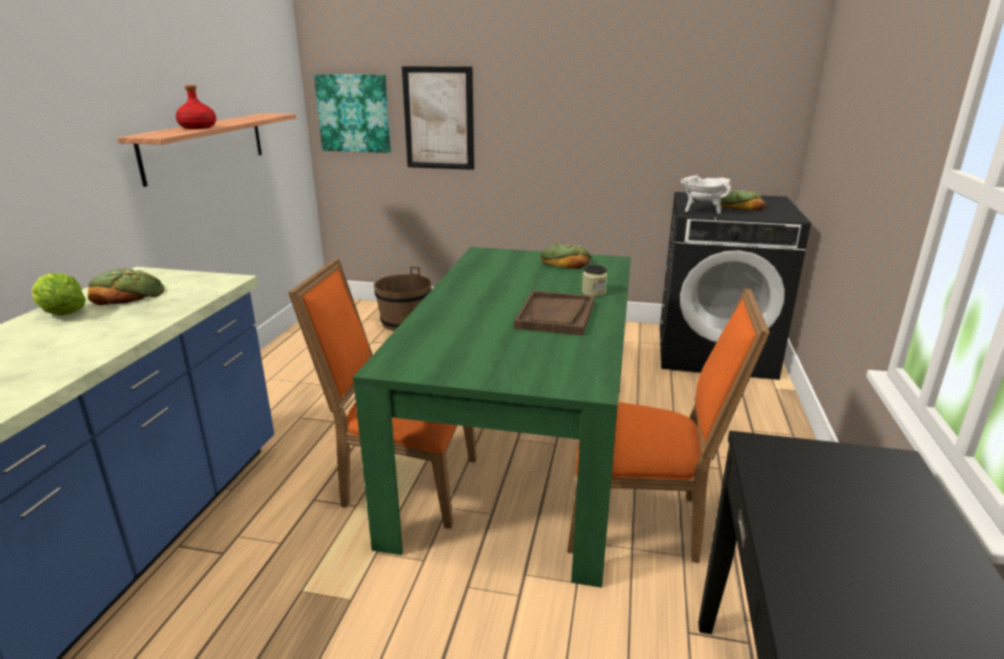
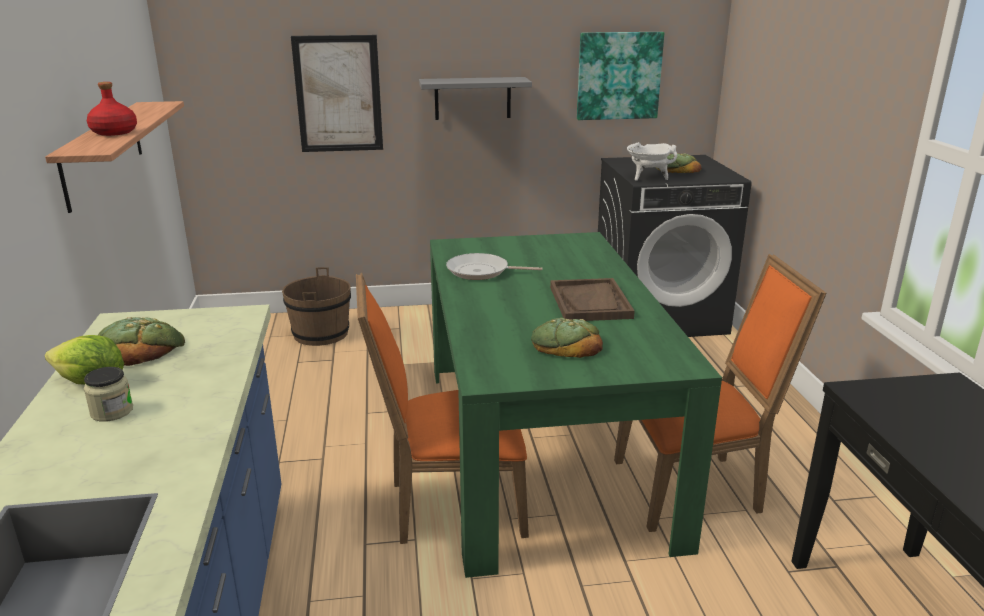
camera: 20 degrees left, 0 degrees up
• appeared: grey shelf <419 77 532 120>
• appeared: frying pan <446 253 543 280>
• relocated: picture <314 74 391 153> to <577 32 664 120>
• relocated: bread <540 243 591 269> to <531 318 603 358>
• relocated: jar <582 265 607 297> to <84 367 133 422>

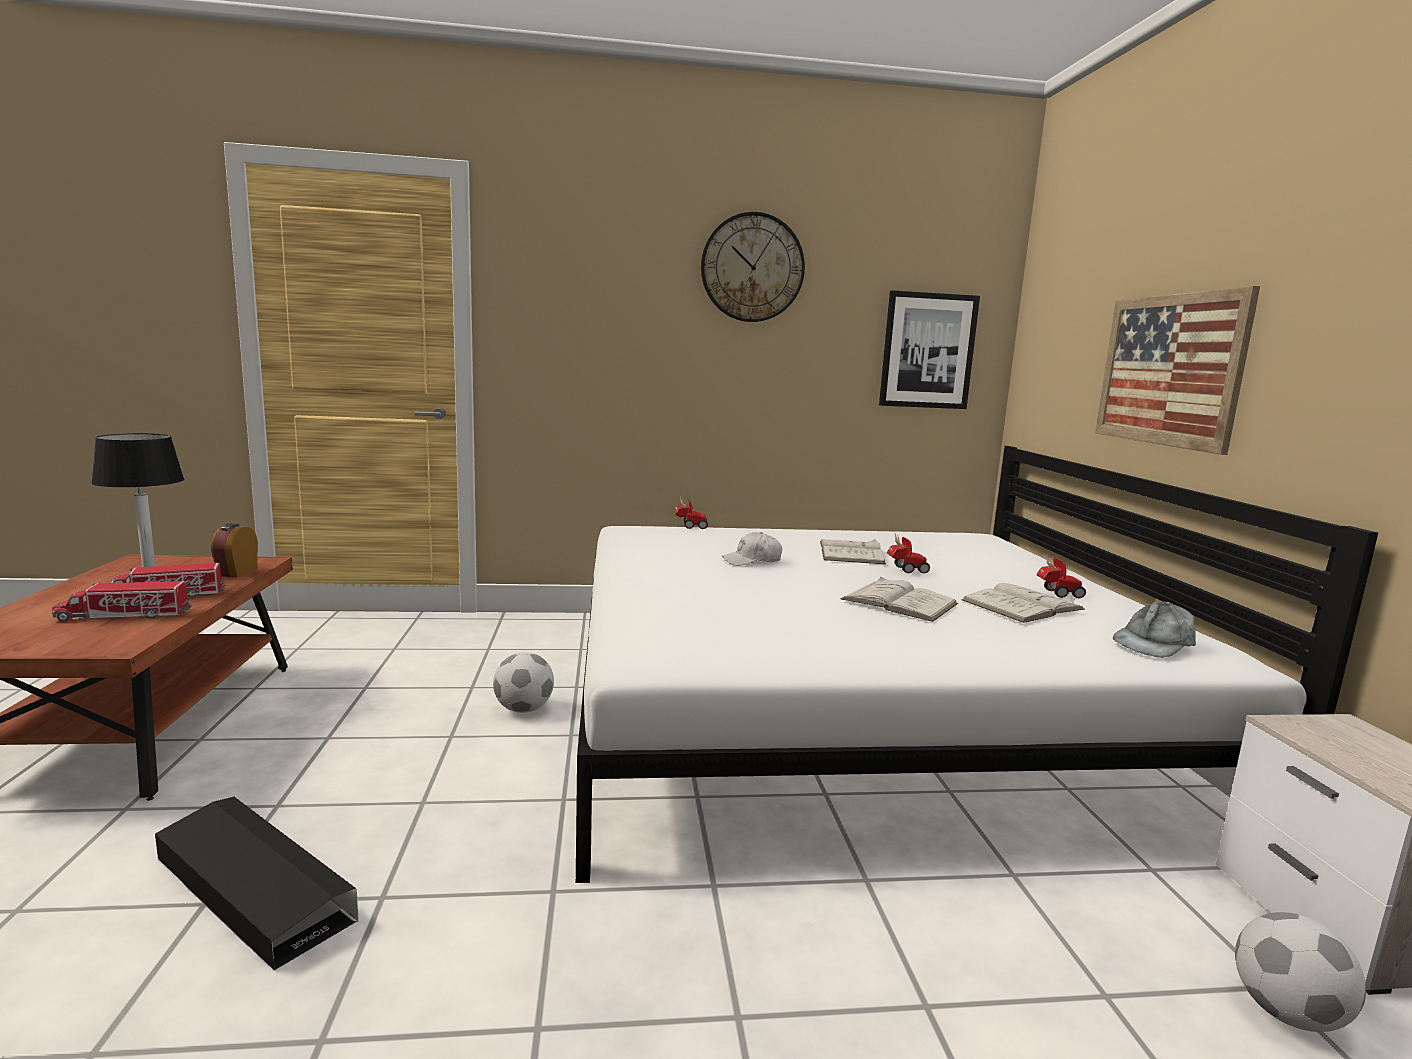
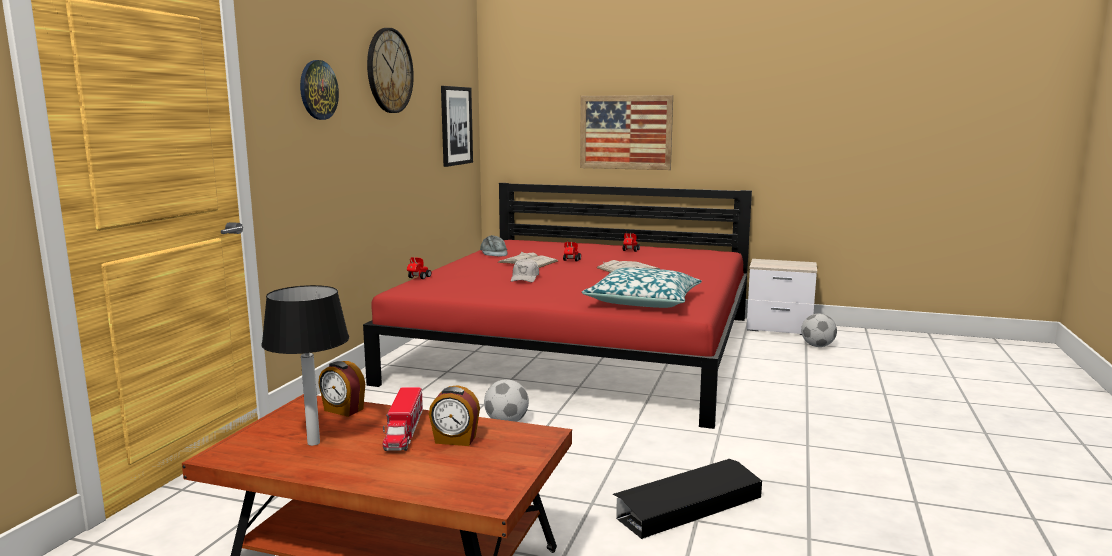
camera: 65 degrees left, 0 degrees up
• missing: white book <961 583 1085 623>
• appeared: wall clock <300 60 339 120>
• appeared: pillow <582 267 702 308>
• relocated: grey cap <1113 601 1196 658> to <480 235 508 256>
• exchanged: toy truck <52 581 192 622> to alarm clock <429 385 480 446>
• colour: white bed <576 446 1378 883> to red bed <363 183 752 429>

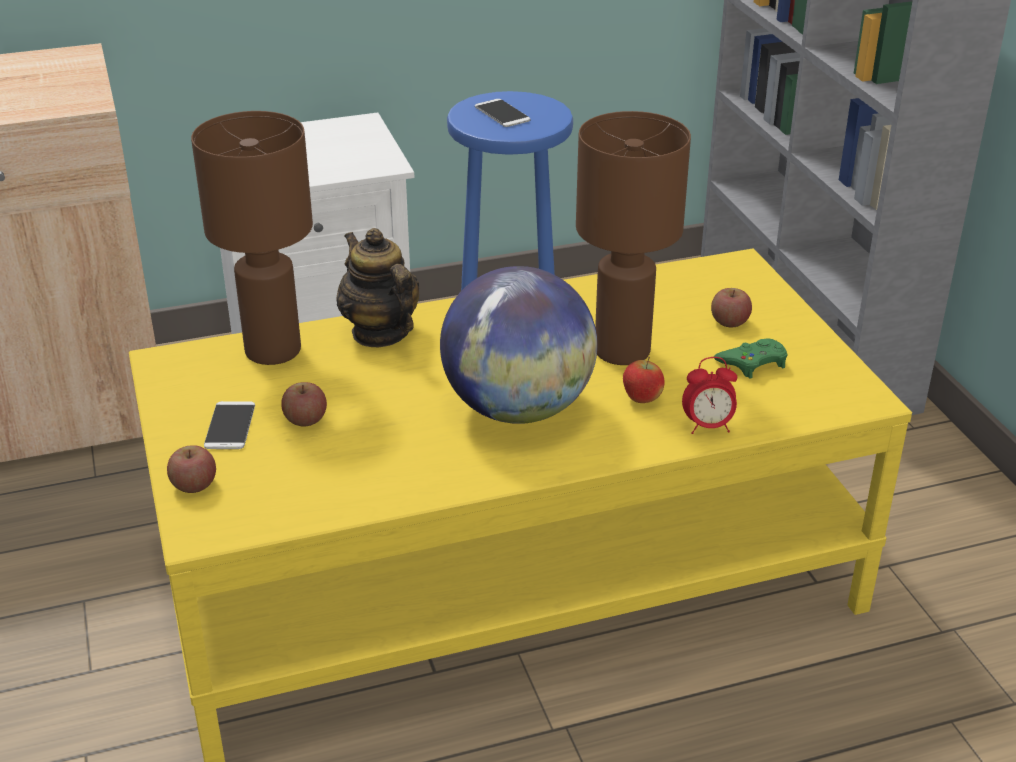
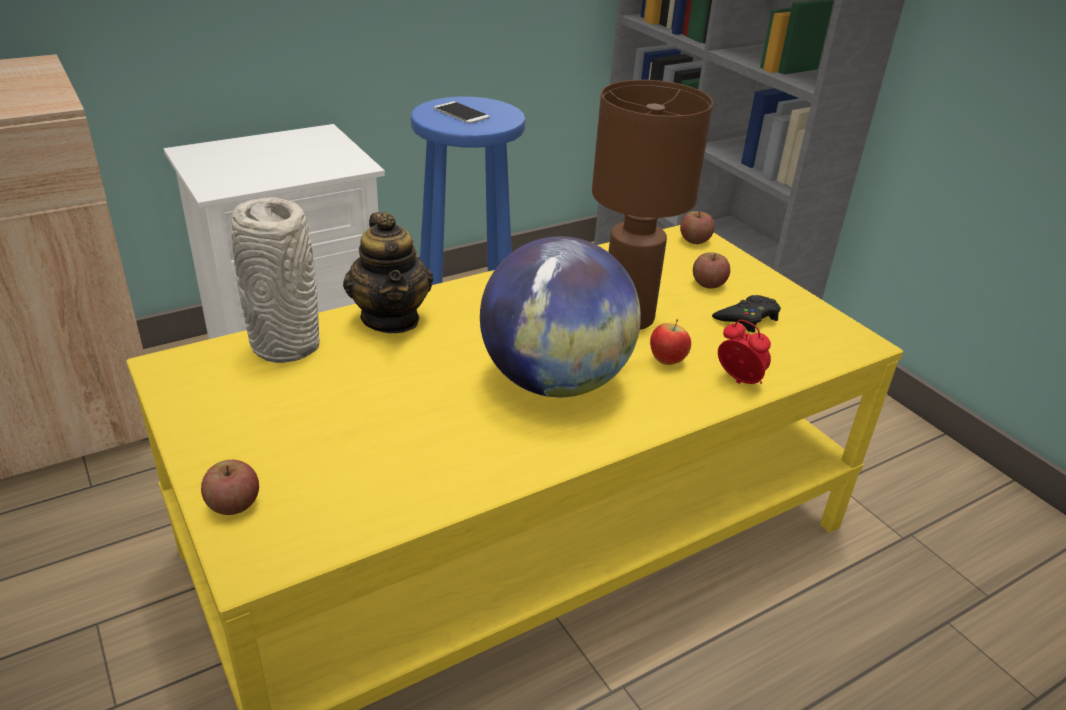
camera: 15 degrees left, 0 degrees up
• missing: phone <204 401 255 449>
• relocated: apple <281 382 327 426> to <680 211 715 244>
• exchanged: brown table lamp <191 111 313 365> to grey vase <231 197 320 363>
• colour: green game controller <714 338 788 379> to black game controller <712 295 781 333>
• spun: teapot <336 228 420 347> = <343 212 433 333> 150 degrees counterclockwise
• spun: alarm clock <682 357 737 434> = <718 320 771 384> 120 degrees counterclockwise

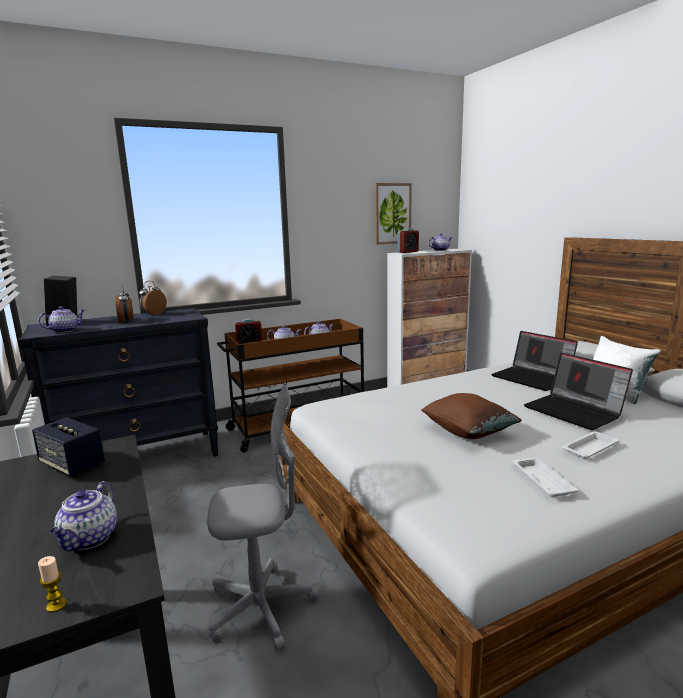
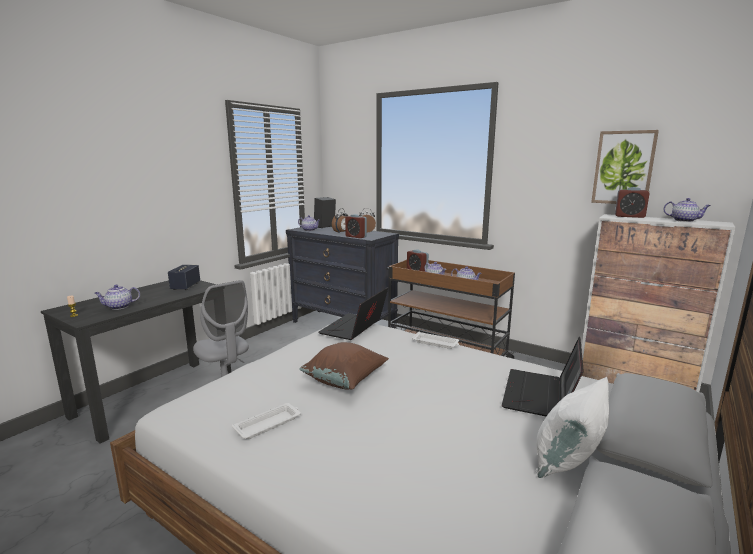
camera: 60 degrees right, 0 degrees up
• appeared: alarm clock <345 214 367 238>
• relocated: laptop <524 353 633 430> to <319 287 388 340>
• relocated: white tray <562 431 619 459> to <412 332 459 349>

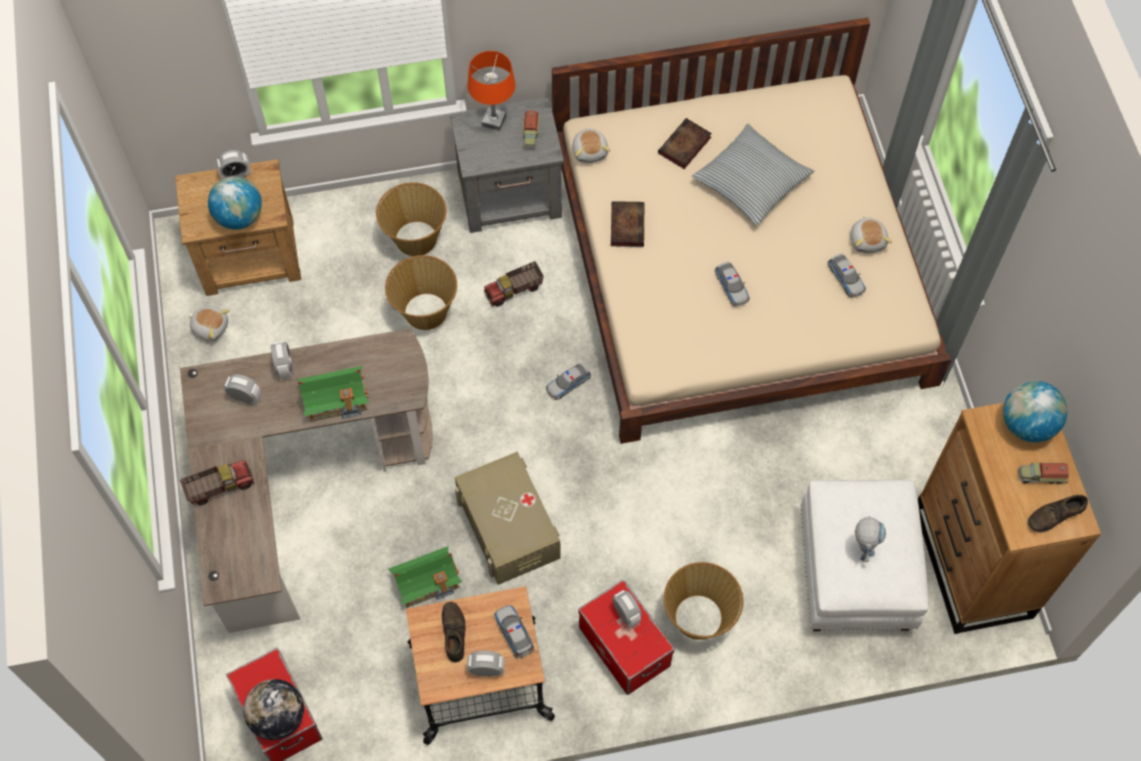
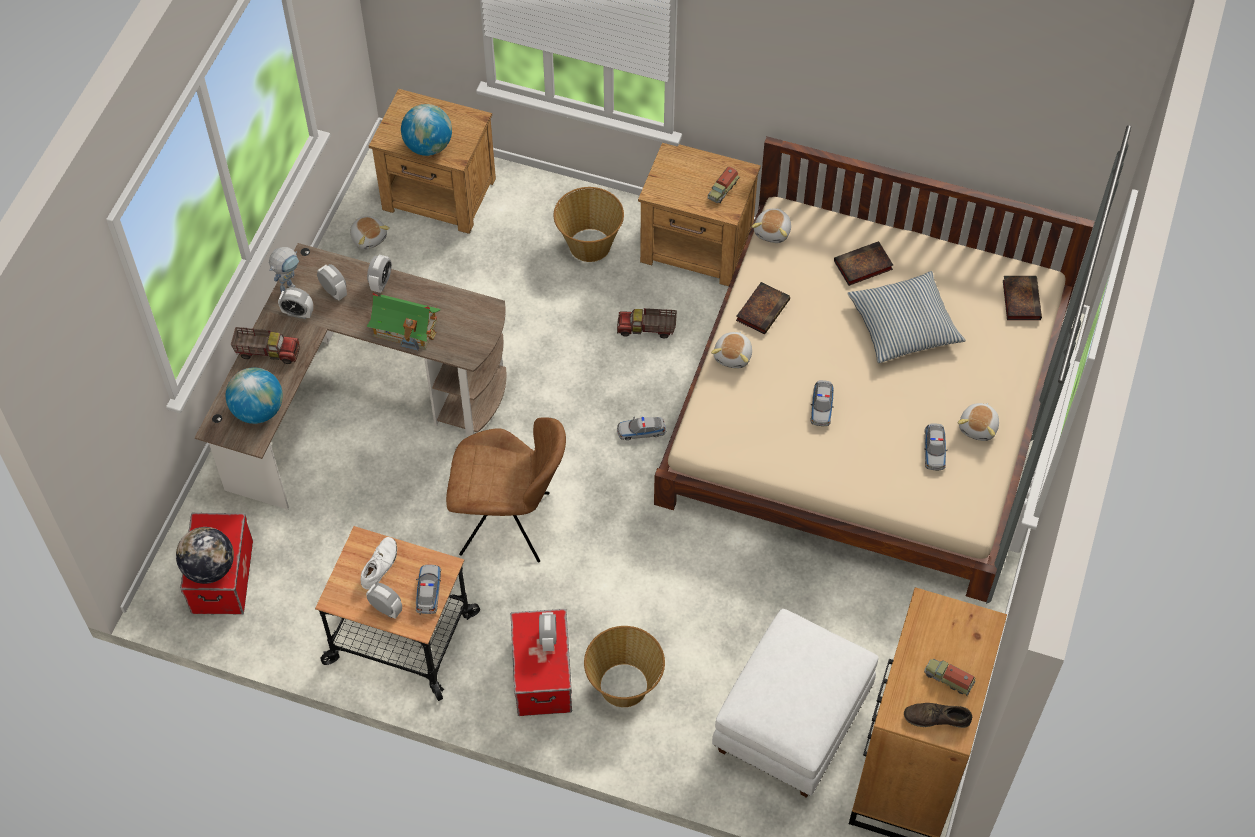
camera: 30 degrees right, 5 degrees down
• missing: basket <385 255 457 330>
• missing: toy house <388 546 462 608>
• missing: orange table lamp <468 51 516 131>
• appeared: plush toy <711 331 752 369>
• appeared: book <1003 276 1042 320>
• relocated: alarm clock <216 150 250 179> to <278 287 313 319>
• relocated: toy robot <855 516 886 562> to <269 247 299 292>
• relocated: globe <1003 381 1067 442> to <226 367 283 424>
• exchanged: beige storage box <455 451 561 585> to brown chair <446 417 566 562>
• colour: brown shoe <442 602 465 662> to white shoe <361 537 397 590>
• colour: grey nightstand <450 97 564 233> to brown nightstand <638 143 761 286>

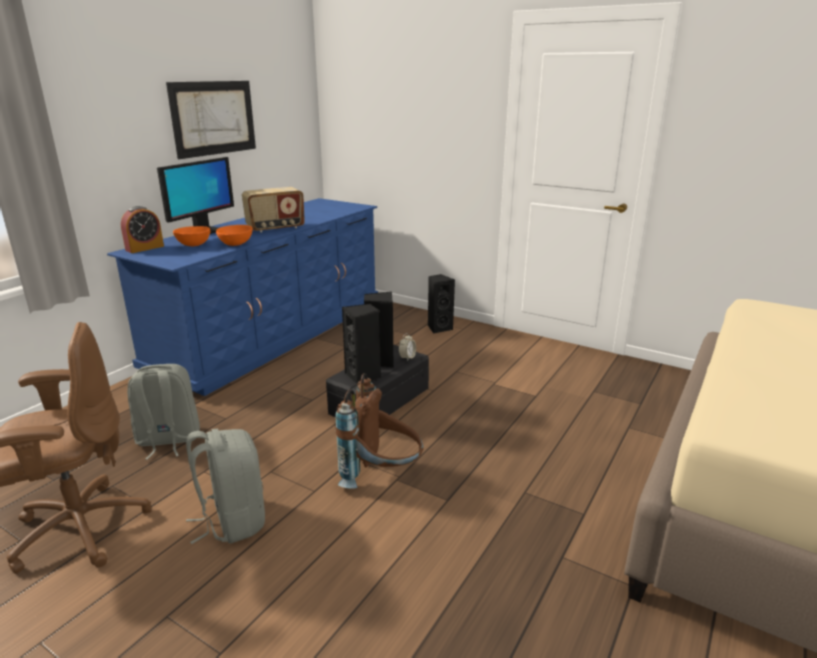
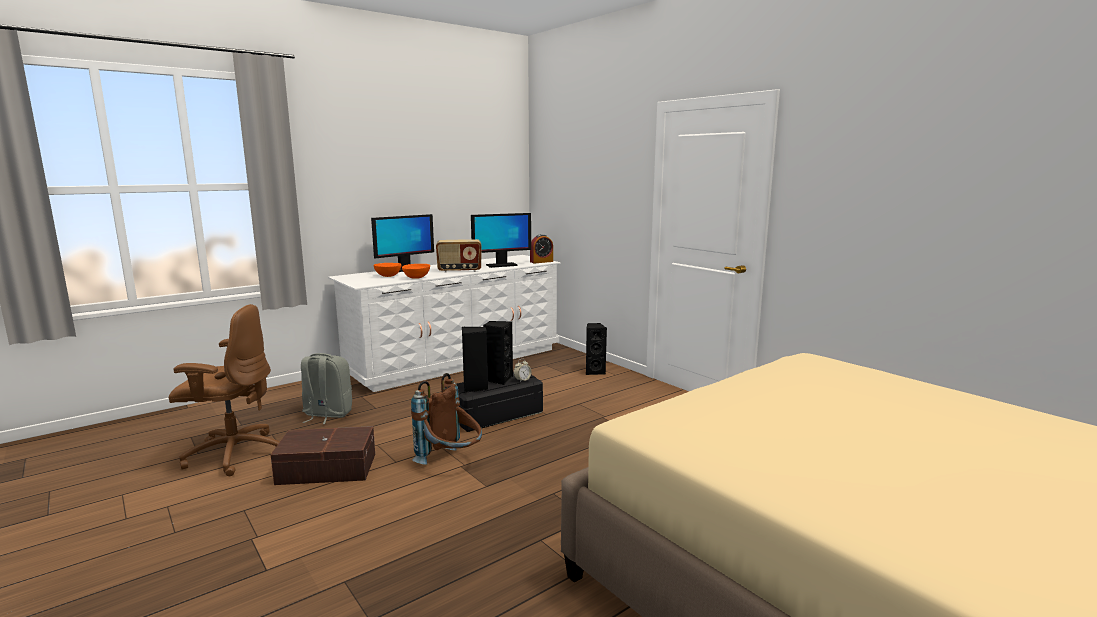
camera: 20 degrees right, 10 degrees down
• missing: picture <166 81 256 159>
• appeared: monitor <471 213 531 268>
• relocated: alarm clock <121 206 164 253> to <530 234 553 263>
• exchanged: grey backpack <186 429 265 544> to brown storage box <271 426 375 485>
• colour: blue dresser <107 198 378 396> to white dresser <328 255 561 392>

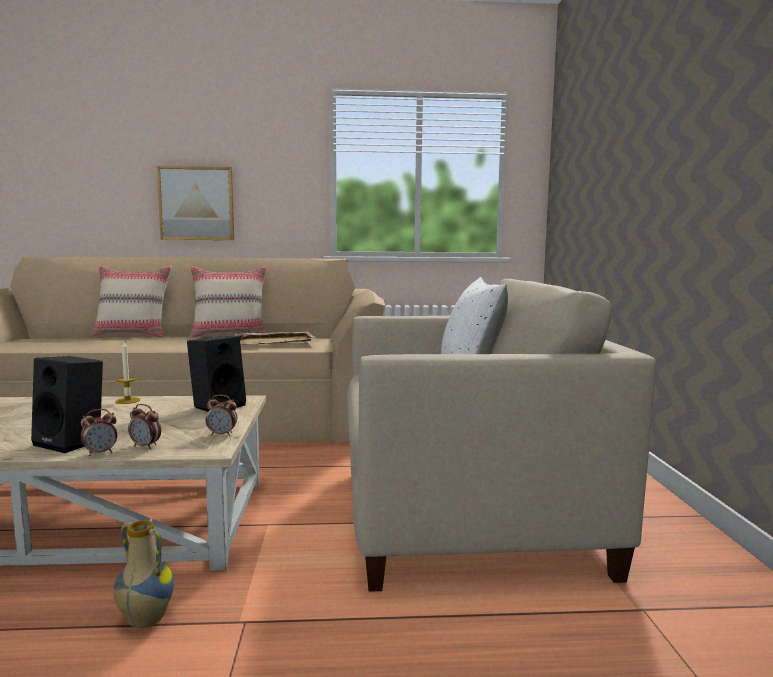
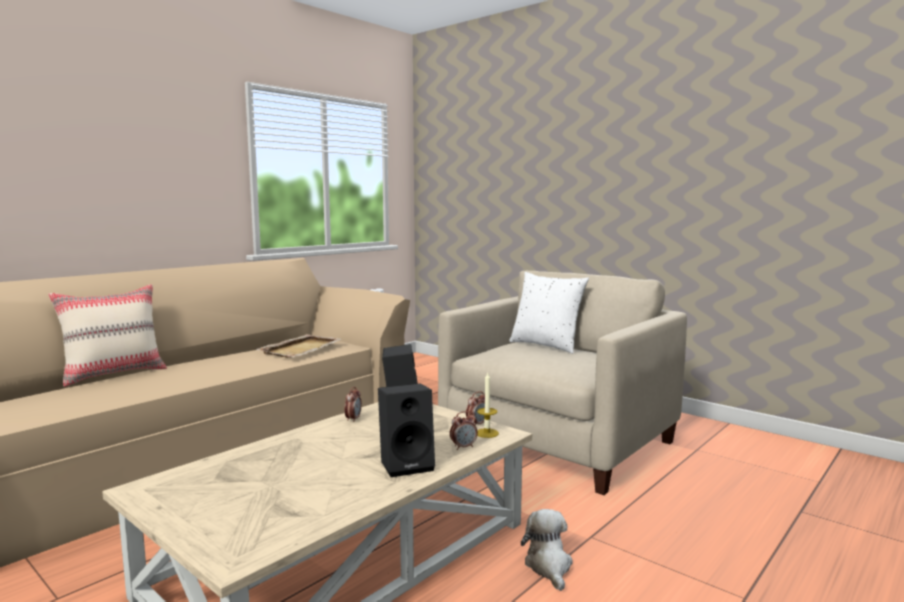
camera: 45 degrees left, 0 degrees up
• missing: picture <157 166 234 240>
• missing: beige pillow <190 266 266 337>
• relocated: alarm clock <81 409 117 456> to <345 386 362 422>
• relocated: candle <115 342 140 404> to <477 373 499 438>
• exchanged: vase <113 520 174 628> to plush toy <521 509 573 591>

